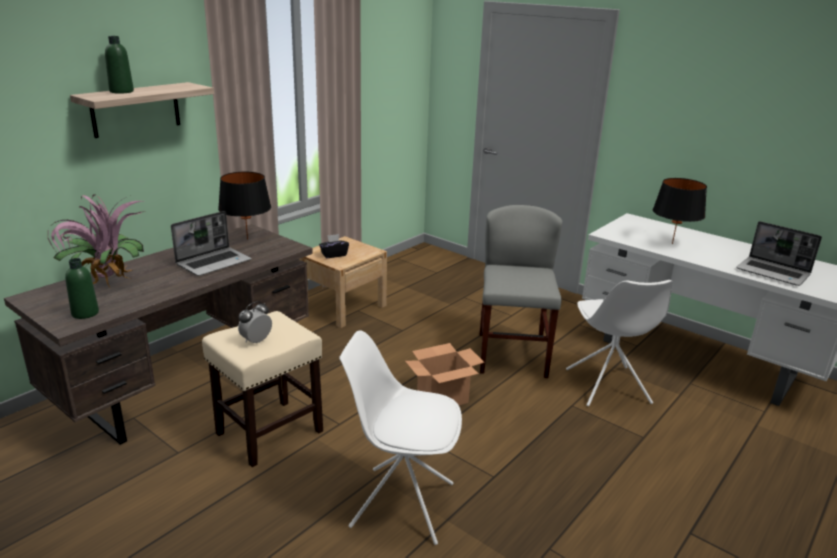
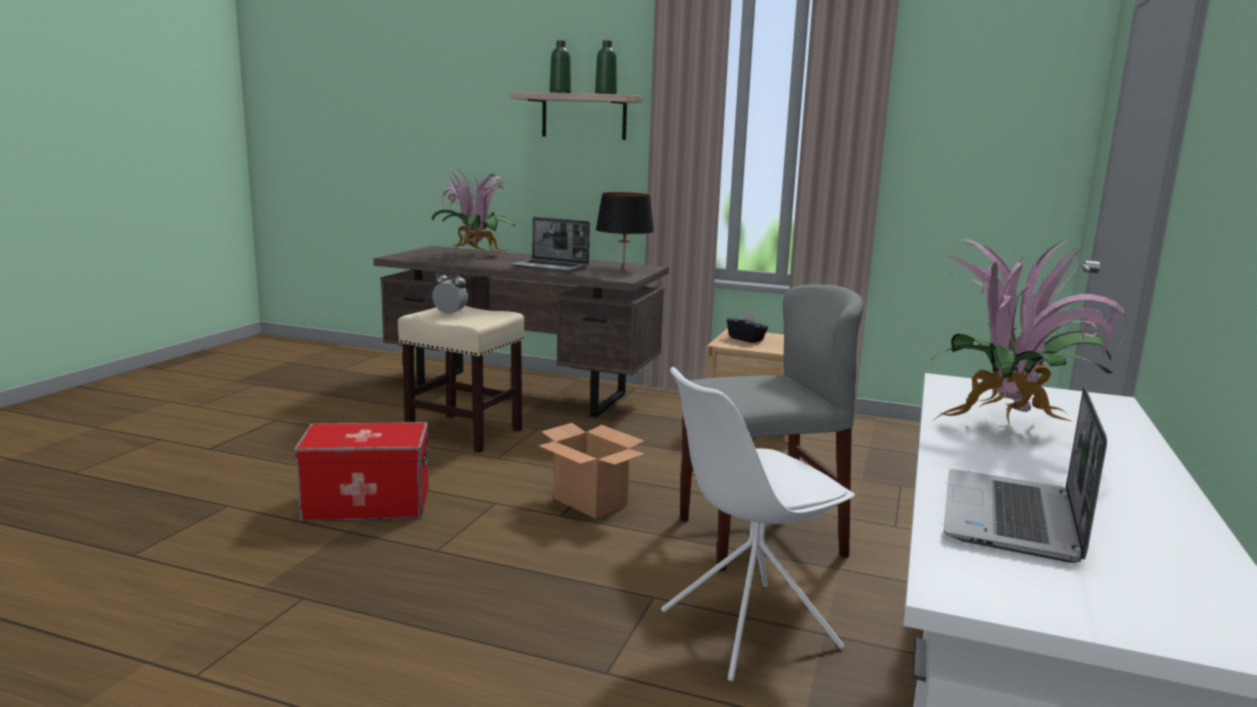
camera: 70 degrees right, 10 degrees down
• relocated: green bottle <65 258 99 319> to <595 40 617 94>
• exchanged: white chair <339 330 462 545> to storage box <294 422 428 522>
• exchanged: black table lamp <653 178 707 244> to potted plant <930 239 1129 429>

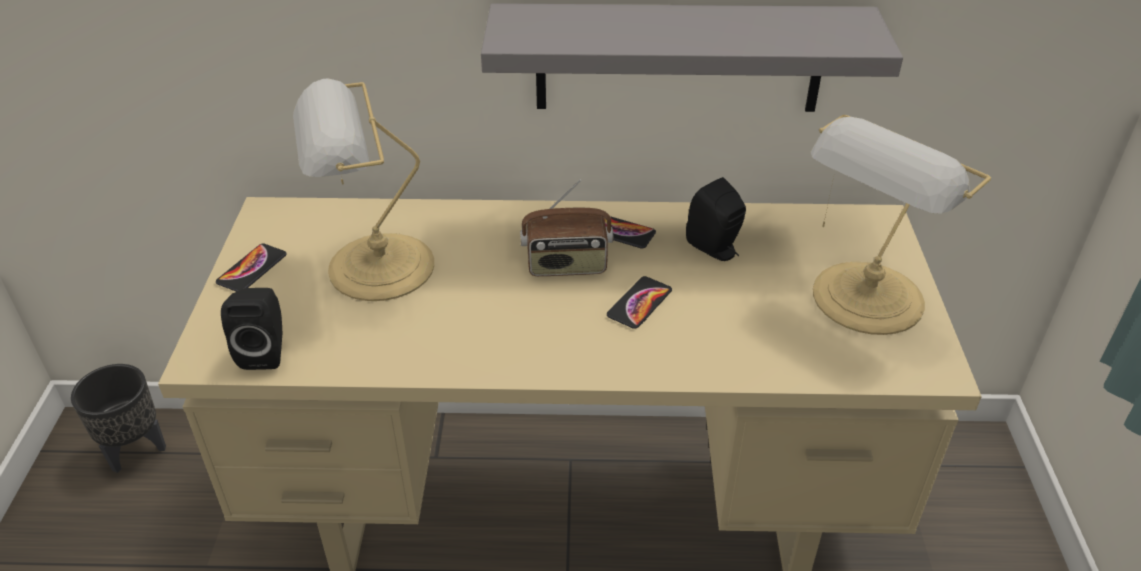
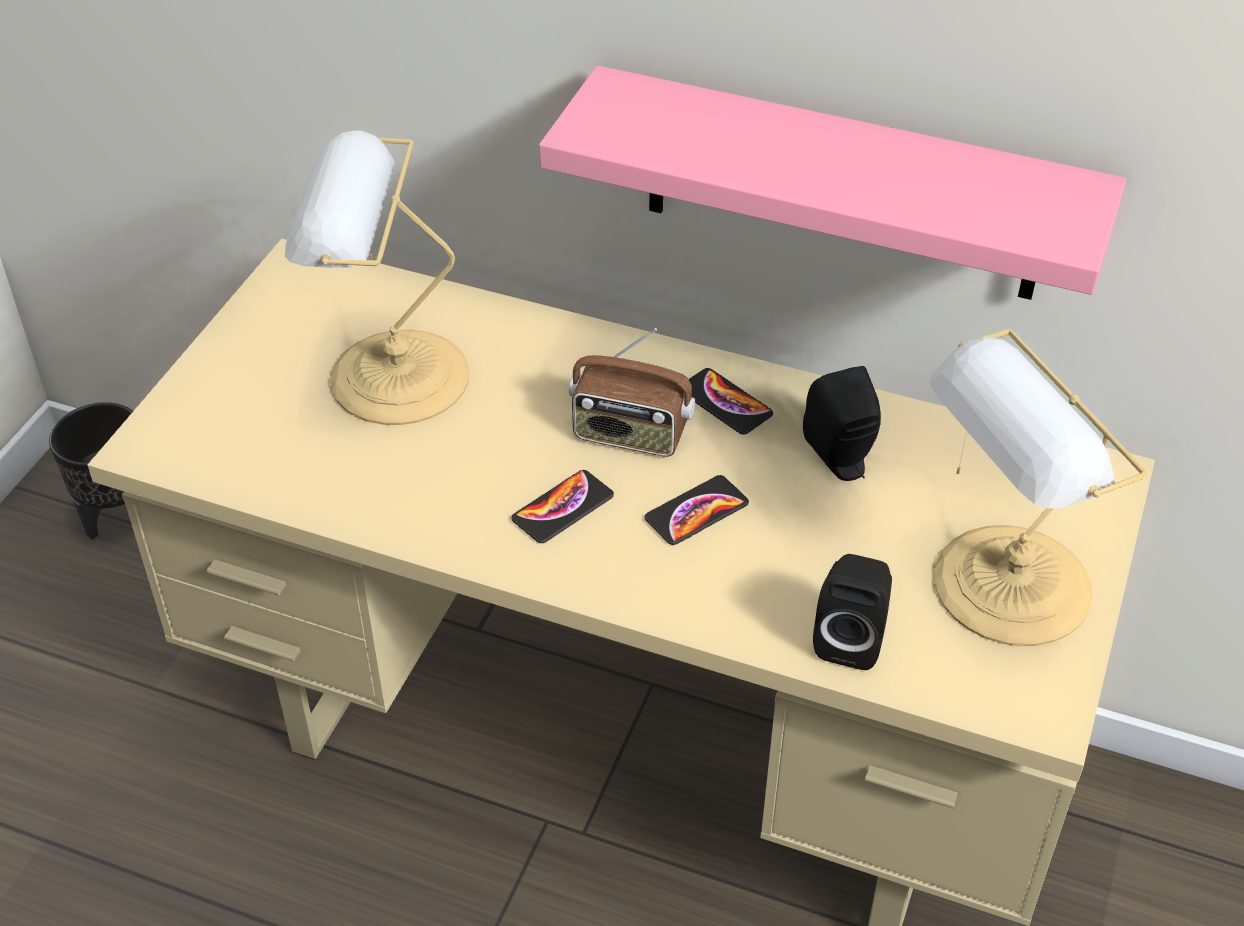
camera: 20 degrees right, 5 degrees up
• relocated: phone <216 244 287 292> to <511 470 614 543>
• relocated: black speaker <221 288 282 370> to <813 554 892 670>
• colour: grey shelf <481 3 903 112> to pink shelf <539 65 1127 300>

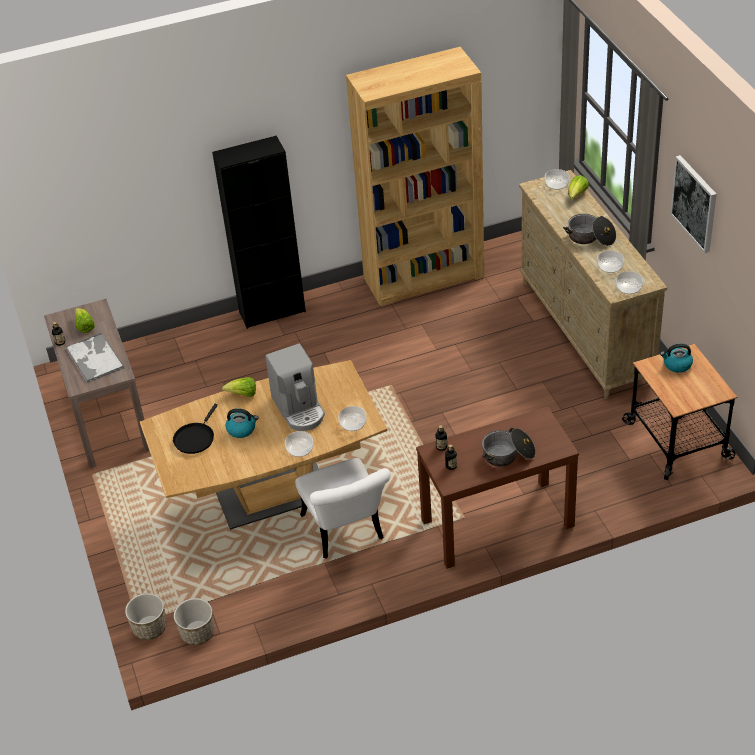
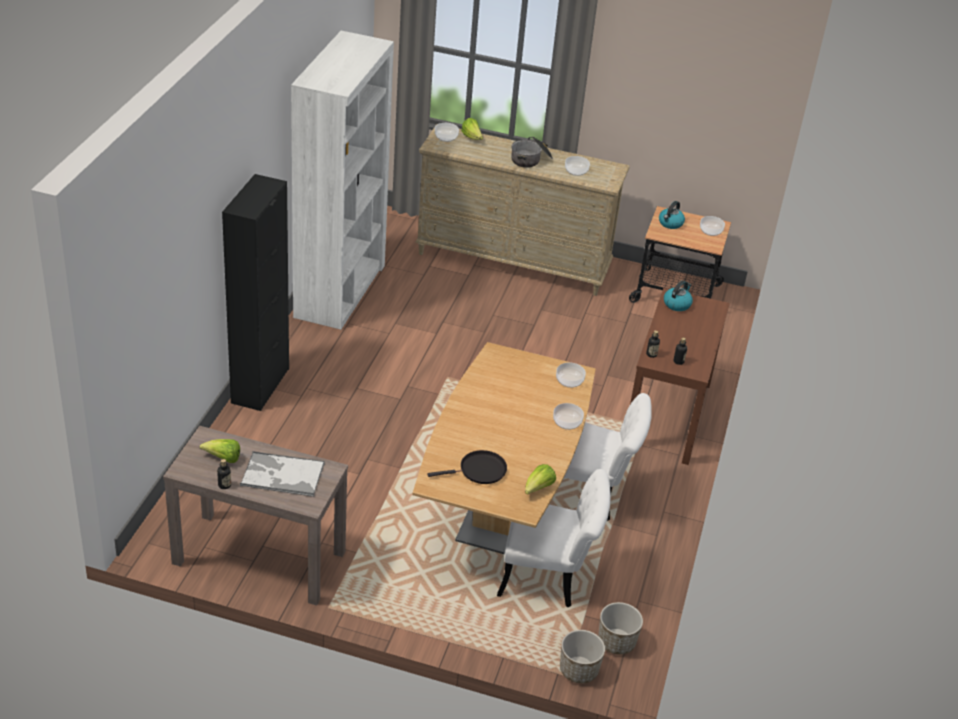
camera: 60 degrees left, 5 degrees down
• missing: coffee machine <265 343 325 431>
• missing: cooking pot <482 428 536 467>
• missing: picture <670 155 717 253>
• appeared: white chair <497 469 611 607>
• relocated: lettuce <222 377 256 397> to <525 464 556 495>
• relocated: kettle <226 408 259 438> to <664 280 693 311>
• relocated: bowl <616 271 643 294> to <700 216 725 236>
• colour: brown bookcase <346 47 484 306> to white bookcase <291 31 394 329>
• spun: black frying pan <173 404 218 454> = <428 450 507 484> 75 degrees counterclockwise

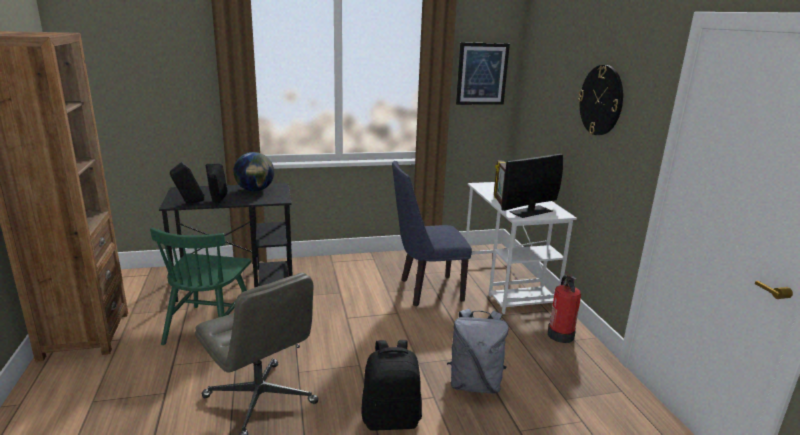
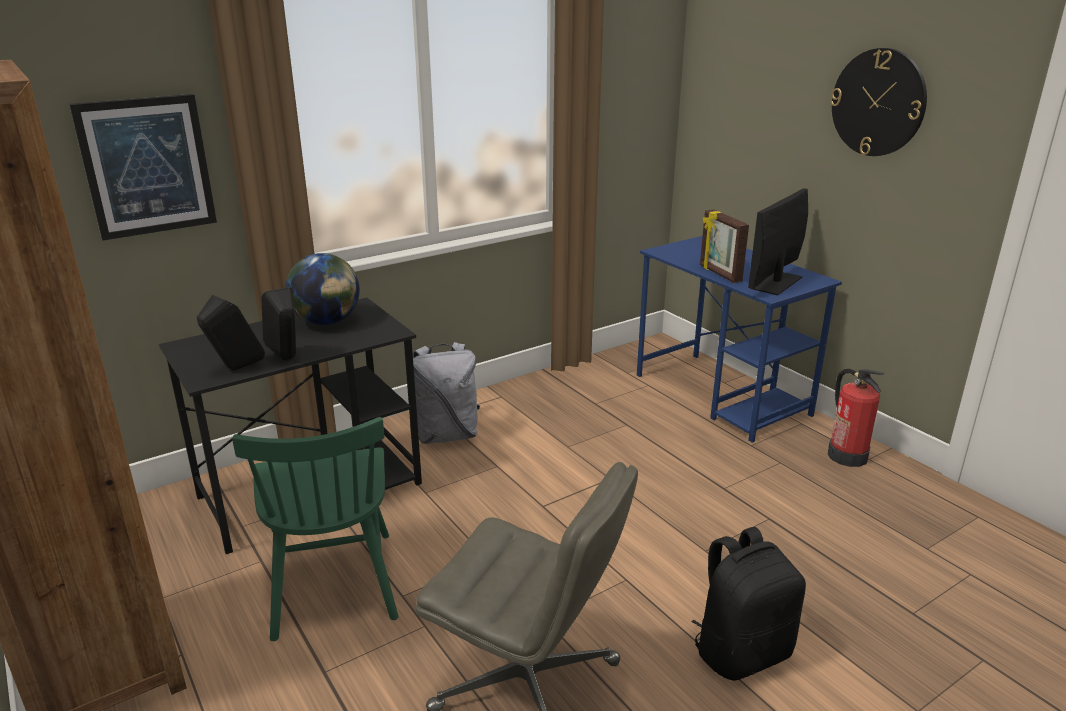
camera: 20 degrees left, 5 degrees up
• missing: blue chair <392 161 472 307>
• relocated: grey backpack <447 309 509 394> to <413 342 480 444>
• relocated: picture <456 42 510 105> to <69 94 217 240>
• colour: white desk <466 182 577 314> to blue desk <637 236 842 443>

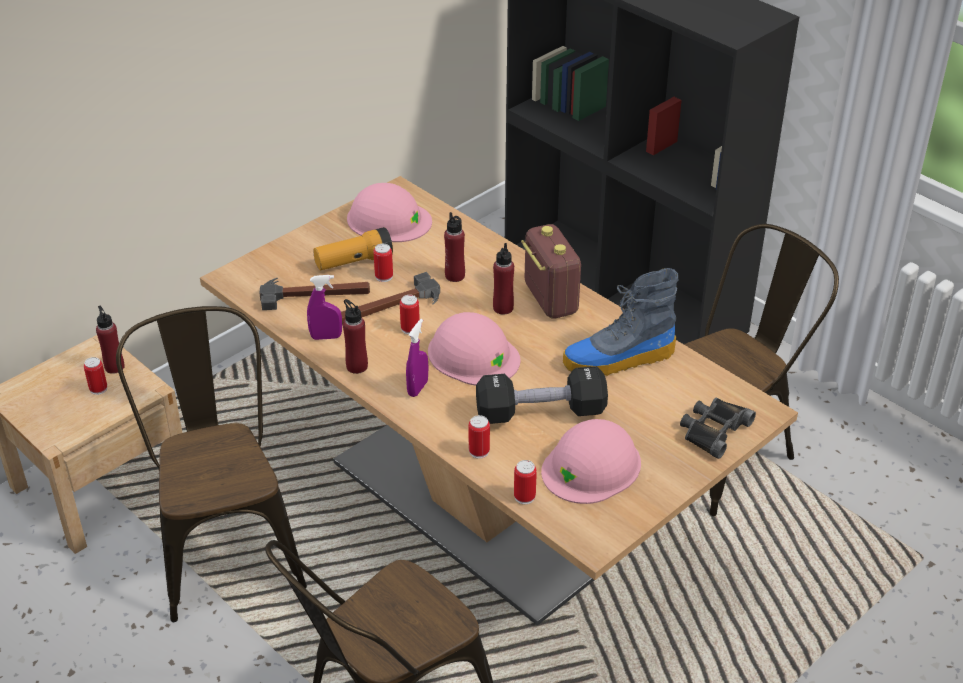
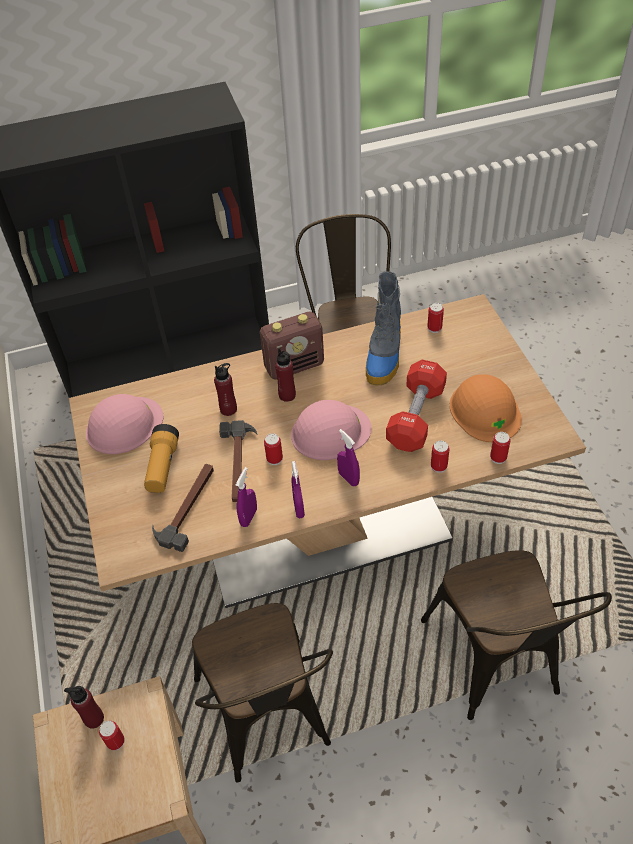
camera: 60 degrees left, 10 degrees up
• missing: black binoculars <680 397 756 459>
• relocated: can <374 244 393 282> to <427 303 444 333>
• exchanged: red bottle <343 299 368 374> to purple spray bottle <291 461 305 518>
• colour: black dumbbell <476 366 608 424> to red dumbbell <386 360 447 452>
• colour: pink hard hat <541 419 641 504> to orange hard hat <450 374 522 442>
• spun: brown chair <116 306 307 622> = <192 603 333 783> 120 degrees counterclockwise
• spun: radio <521 224 581 319> = <260 311 324 380> 150 degrees clockwise

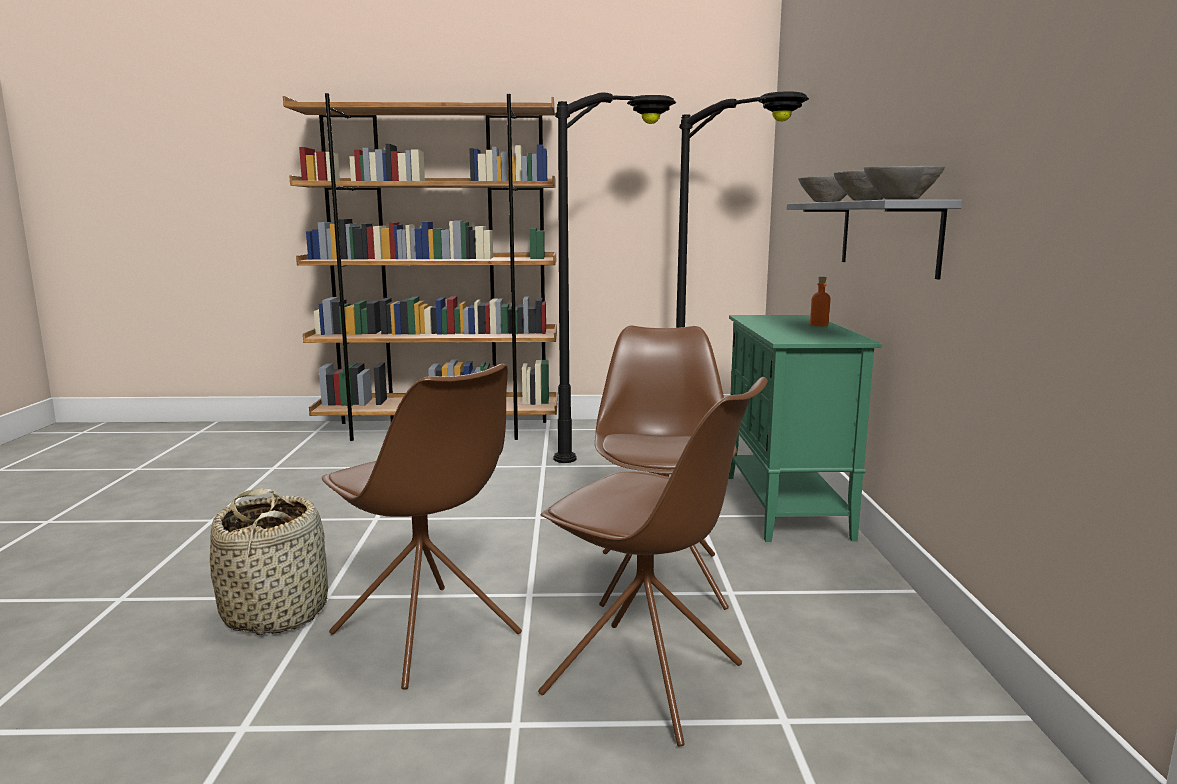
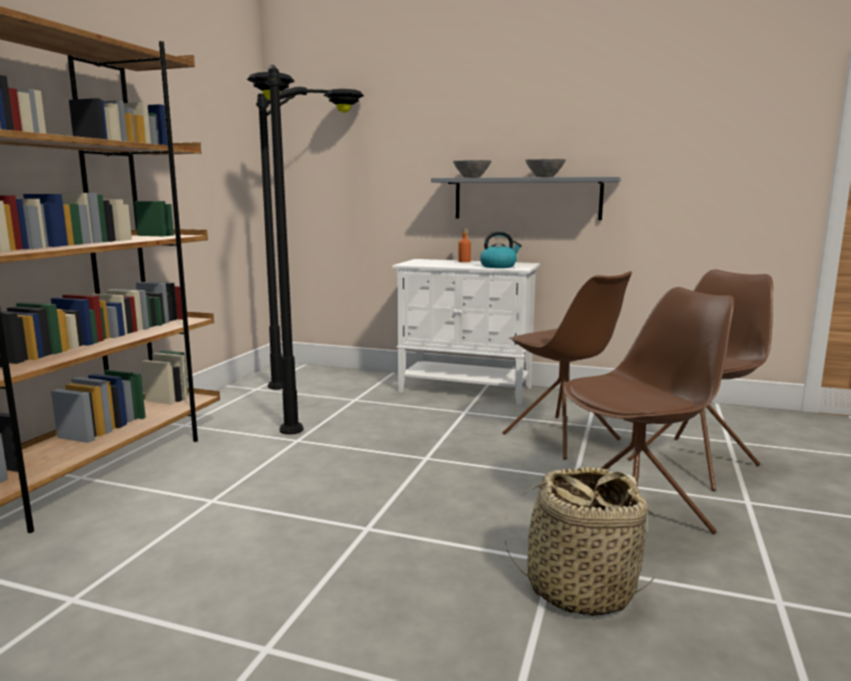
camera: 70 degrees left, 0 degrees up
• missing: grey bowl <864 166 945 200>
• appeared: kettle <480 231 522 268>
• colour: green cabinet <728 315 882 542> to white cabinet <392 259 540 405>
• spun: brown chair <595 325 737 610> = <502 271 632 460> 150 degrees counterclockwise

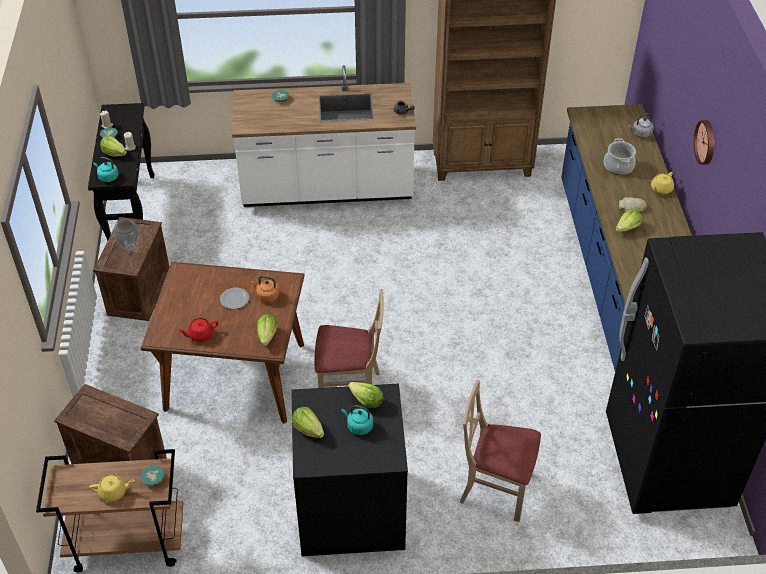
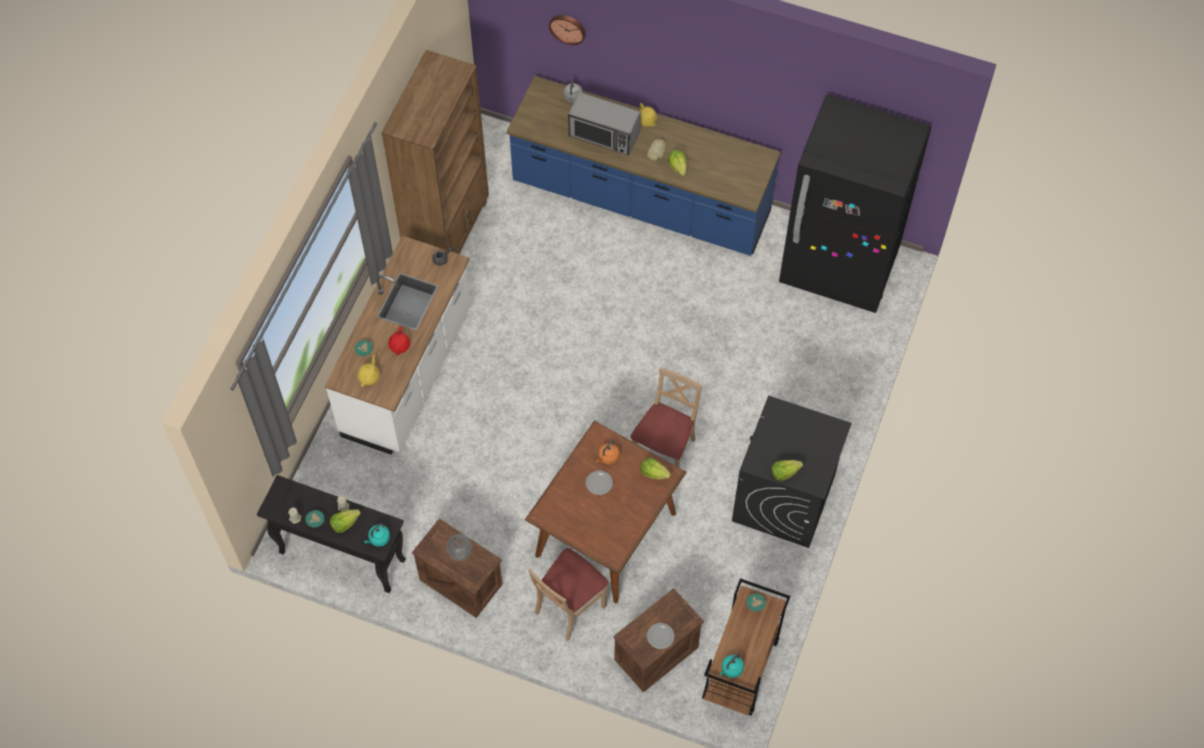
camera: 65 degrees left, 15 degrees up
• missing: lettuce <348 382 383 408>
• appeared: plate <647 623 675 649>
• relocated: yellow teapot <89 474 135 502> to <357 355 380 387>
• relocated: red teapot <178 318 218 342> to <388 326 410 356>
• relocated: turquoise kettle <342 405 373 435> to <720 654 744 678>
• relocated: beige chair <460 380 541 522> to <528 548 609 641>
• relocated: wall clock <694 120 714 165> to <549 15 586 45>
• exchanged: cooking pot <604 138 636 175> to microwave <568 92 641 156>

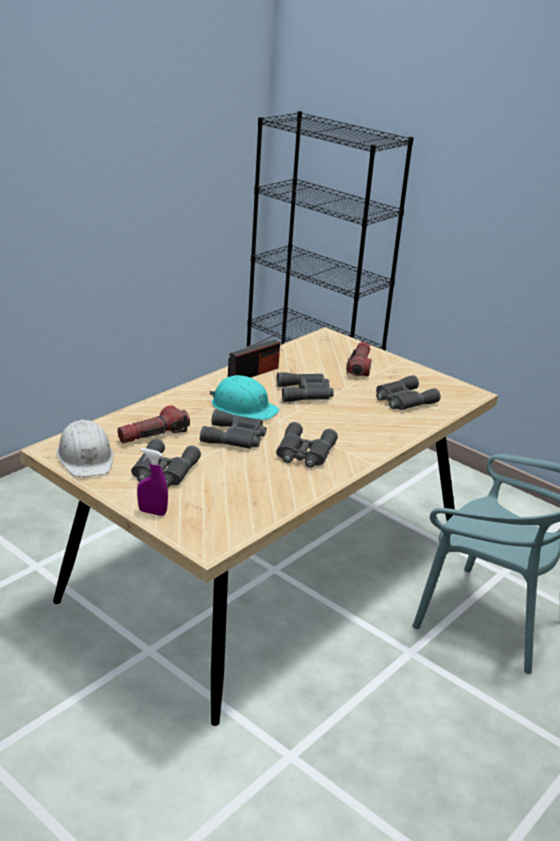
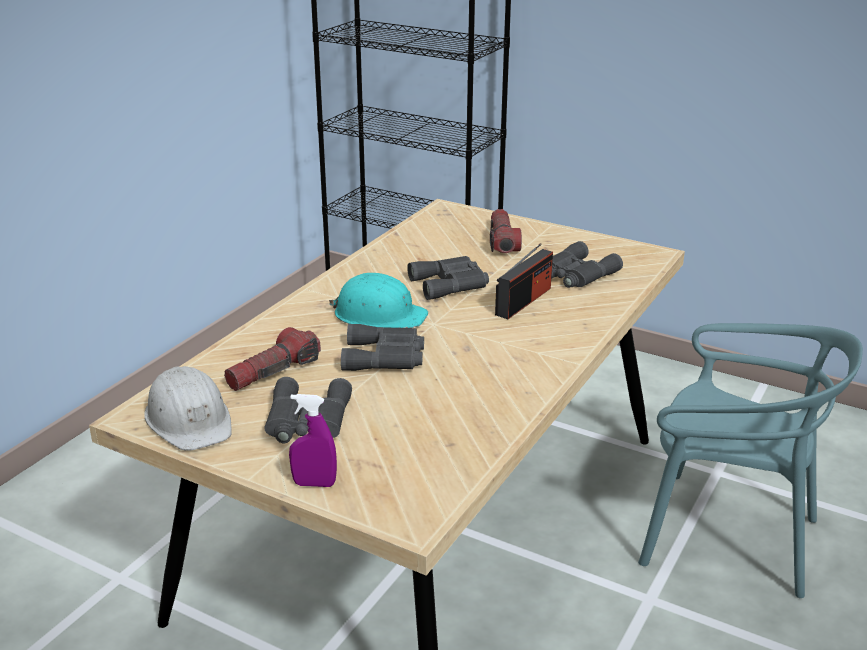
camera: 10 degrees left, 0 degrees up
• missing: grey binoculars <276 422 338 468>
• relocated: radio <228 335 280 378> to <495 243 553 319>

